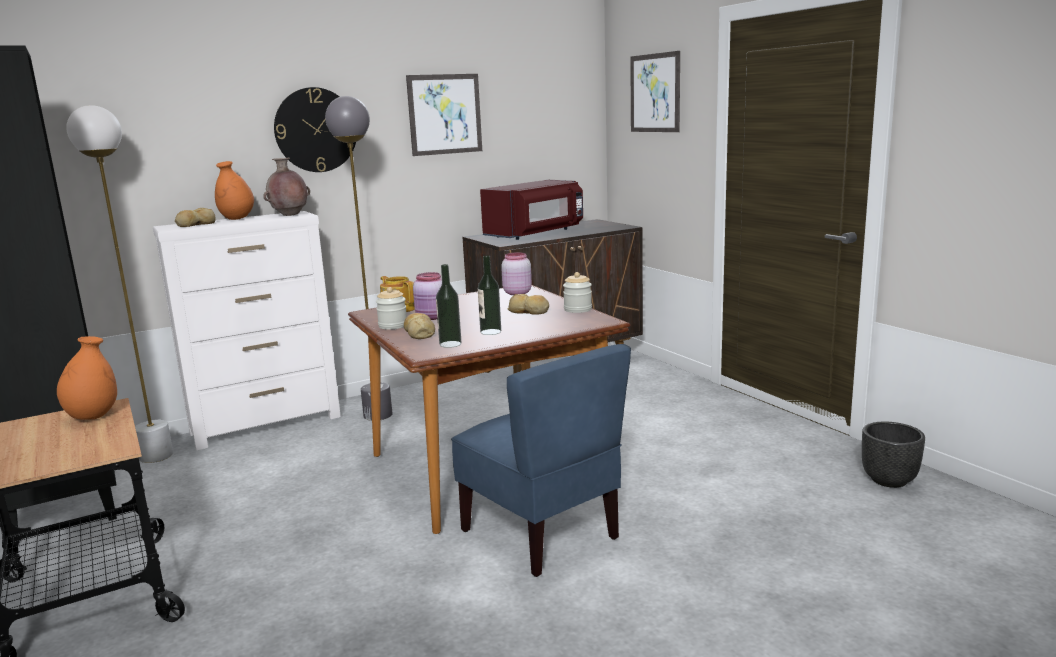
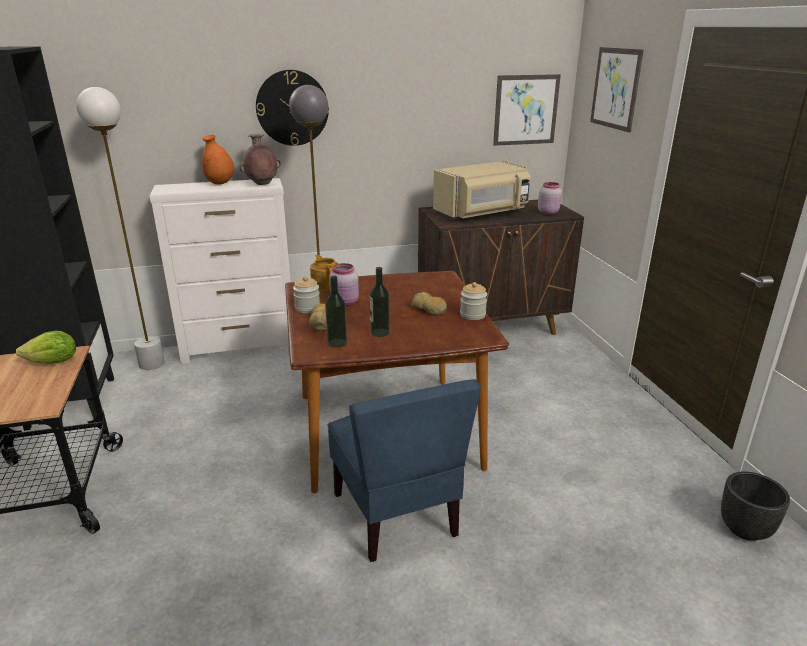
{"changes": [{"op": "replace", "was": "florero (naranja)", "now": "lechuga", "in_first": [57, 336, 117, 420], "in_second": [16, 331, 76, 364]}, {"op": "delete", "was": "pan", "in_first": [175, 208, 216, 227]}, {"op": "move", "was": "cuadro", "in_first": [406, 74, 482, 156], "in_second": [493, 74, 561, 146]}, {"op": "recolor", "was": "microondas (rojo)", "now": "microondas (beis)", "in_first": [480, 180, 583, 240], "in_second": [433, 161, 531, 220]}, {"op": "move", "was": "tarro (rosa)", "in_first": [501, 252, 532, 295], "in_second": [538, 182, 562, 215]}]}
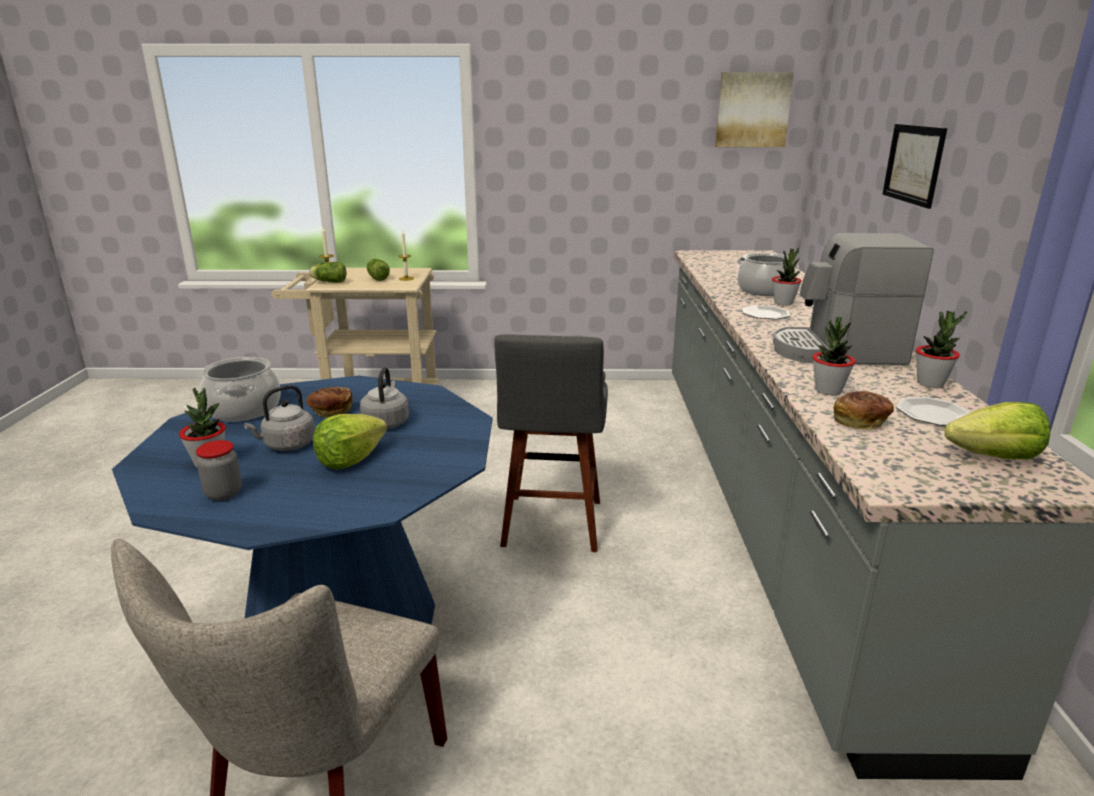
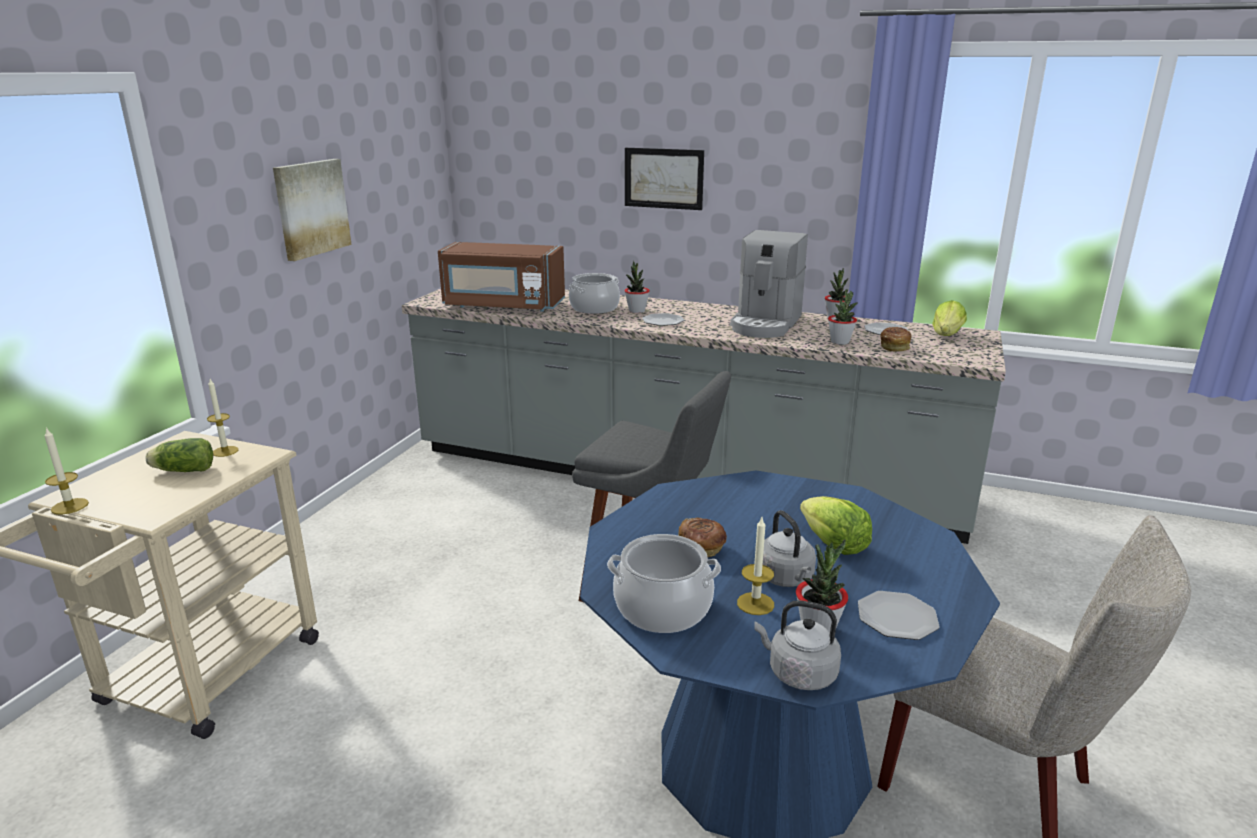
{"changes": [{"op": "replace", "was": "tarro", "now": "plato", "in_first": [196, 440, 242, 501], "in_second": [858, 591, 940, 640]}, {"op": "delete", "was": "lechuga", "in_first": [309, 262, 346, 283]}, {"op": "move", "was": "hervidor (gris)", "in_first": [360, 367, 409, 429], "in_second": [754, 600, 841, 690]}, {"op": "move", "was": "cuadro", "in_first": [715, 72, 794, 147], "in_second": [273, 159, 352, 261]}, {"op": "insert", "now": "microondas (marrón)", "in_second": [438, 242, 565, 312]}, {"op": "insert", "now": "vela", "in_second": [737, 517, 774, 615]}]}
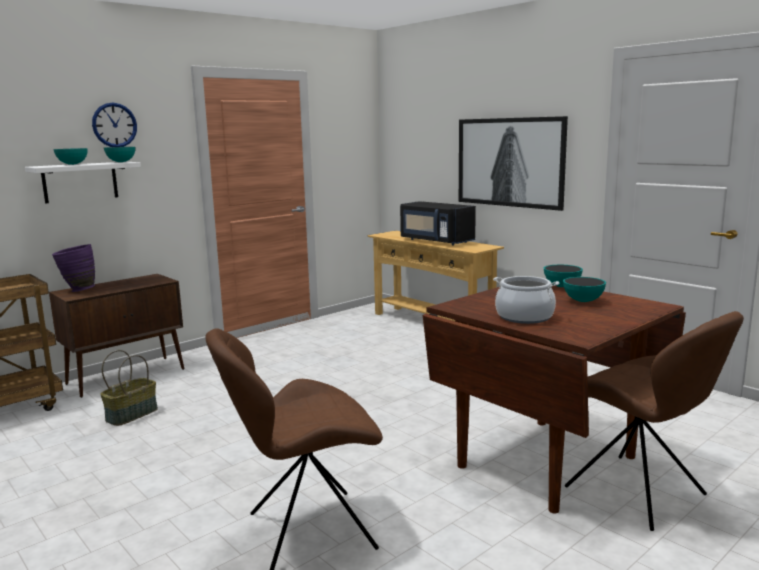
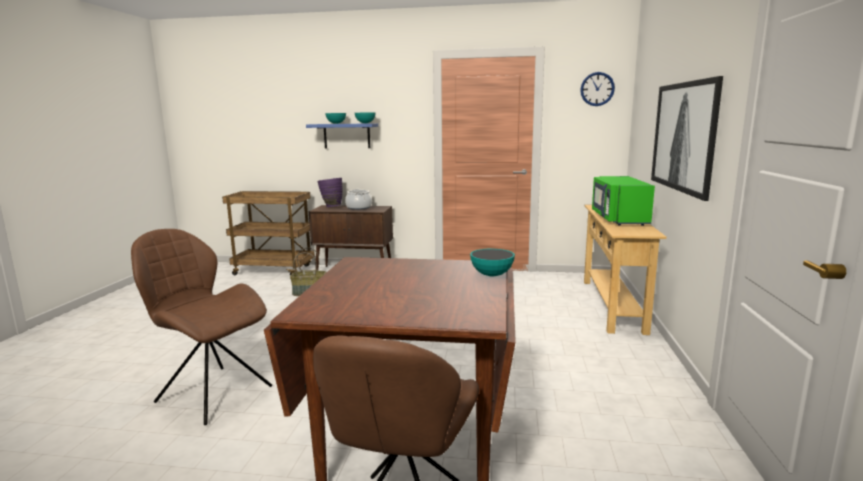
{"changes": [{"op": "recolor", "was": "estante (blanco)", "now": "estante (azul)", "in_first": [25, 162, 141, 204], "in_second": [306, 123, 378, 148]}, {"op": "move", "was": "reloj de pared", "in_first": [92, 103, 137, 147], "in_second": [580, 72, 615, 106]}, {"op": "recolor", "was": "microondas (negro)", "now": "microondas (verde)", "in_first": [400, 201, 476, 246], "in_second": [592, 176, 655, 226]}, {"op": "move", "was": "olla", "in_first": [493, 276, 559, 324], "in_second": [345, 189, 372, 210]}, {"op": "delete", "was": "cuenco", "in_first": [563, 277, 606, 302]}]}
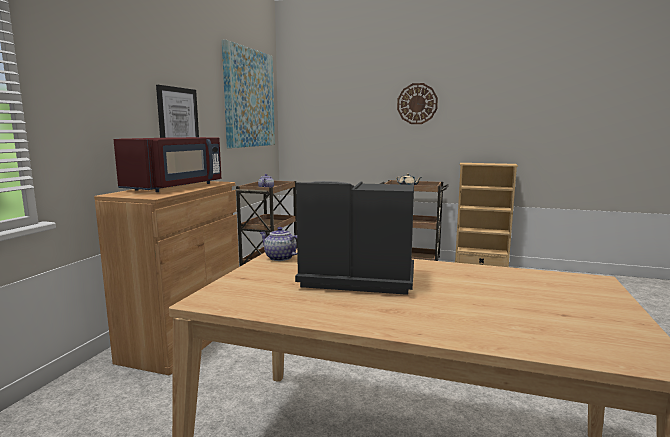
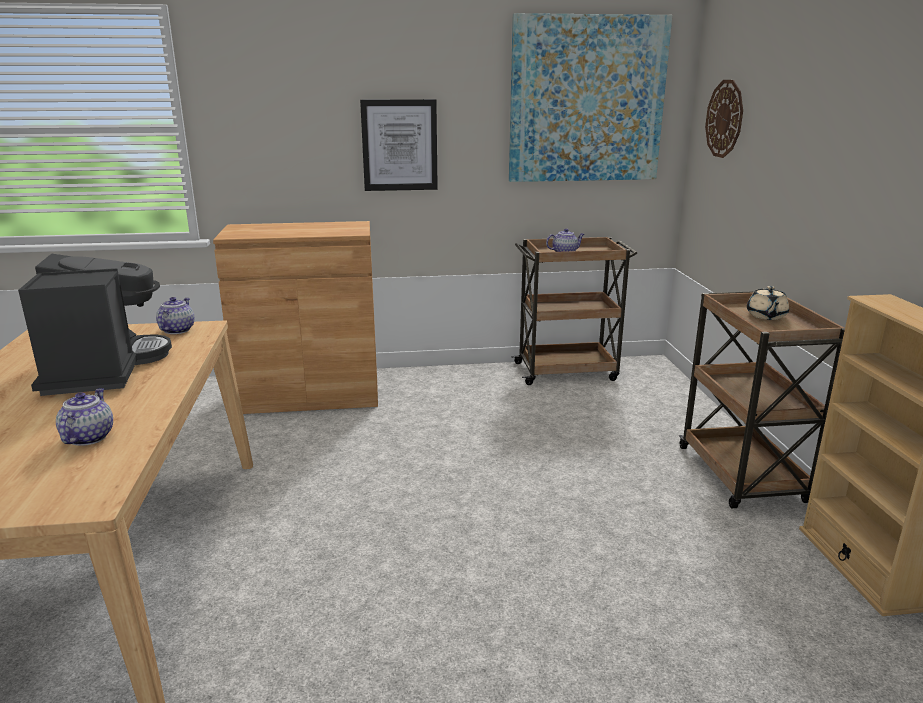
{"changes": [{"op": "delete", "was": "microondas (rojo)", "in_first": [113, 137, 221, 192]}, {"op": "move", "was": "reloj de pared", "in_first": [397, 83, 438, 124], "in_second": [705, 80, 743, 158]}, {"op": "insert", "now": "tetera", "in_second": [56, 388, 113, 446]}]}
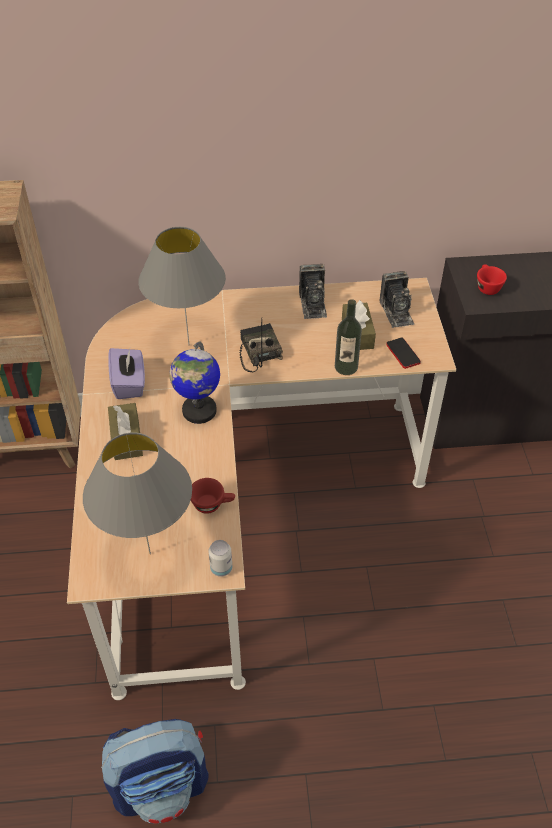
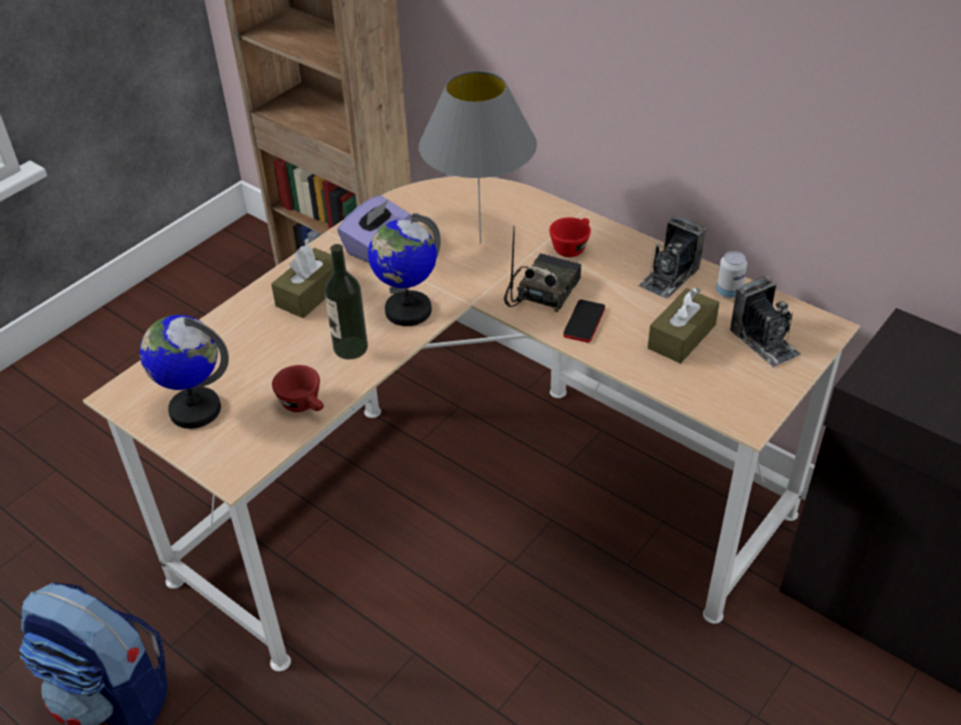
{"changes": [{"op": "replace", "was": "lámpara de mesa (gris)", "now": "globo terráqueo", "in_first": [83, 432, 192, 554], "in_second": [140, 315, 229, 429]}, {"op": "move", "was": "lata", "in_first": [208, 540, 232, 577], "in_second": [716, 251, 747, 299]}, {"op": "move", "was": "botella", "in_first": [335, 299, 362, 375], "in_second": [324, 244, 368, 360]}, {"op": "rotate", "was": "cámara", "in_first": [379, 271, 414, 328], "in_second": [730, 276, 801, 368], "clockwise": -60}, {"op": "move", "was": "móvil", "in_first": [386, 337, 421, 369], "in_second": [563, 299, 605, 343]}, {"op": "move", "was": "taza (rojo)", "in_first": [477, 264, 507, 295], "in_second": [549, 217, 591, 257]}]}
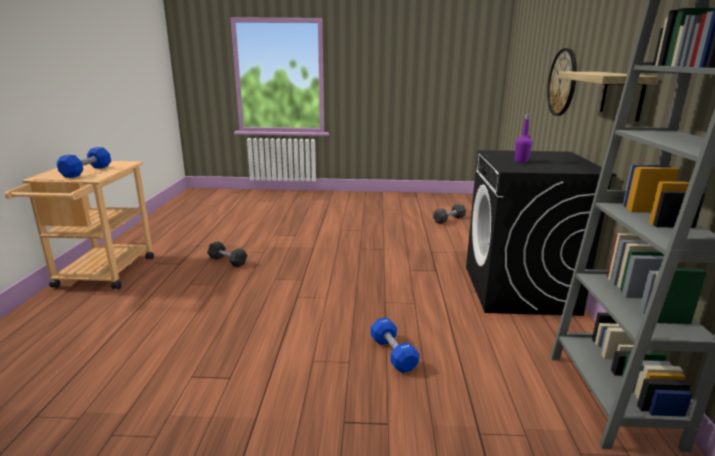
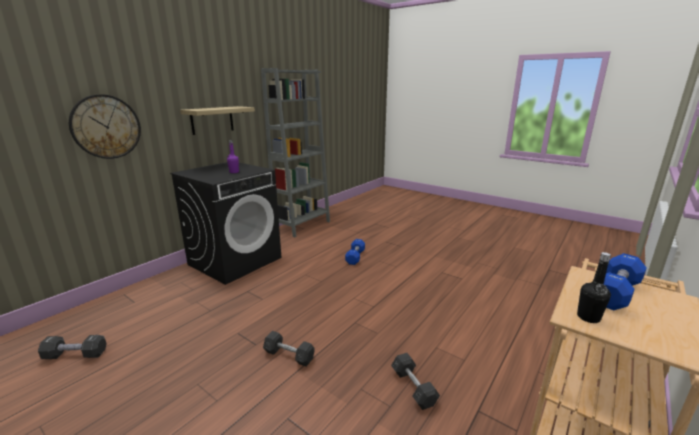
{"changes": [{"op": "insert", "now": "mancuerna (gris)", "in_second": [263, 331, 315, 367]}, {"op": "insert", "now": "botella (negro)", "in_second": [577, 252, 611, 323]}]}
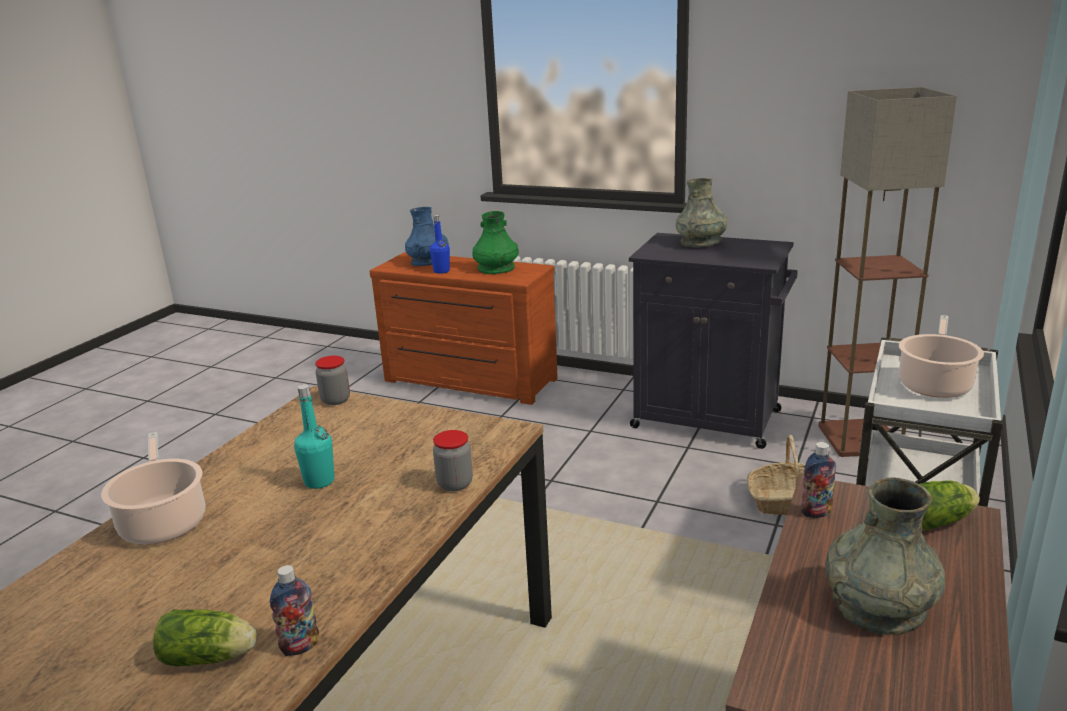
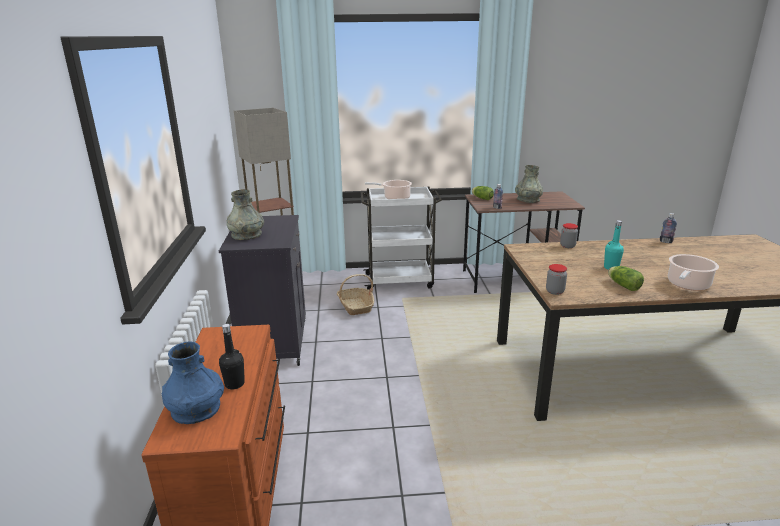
{"changes": [{"op": "move", "was": "lechuga", "in_first": [153, 609, 257, 666], "in_second": [608, 266, 644, 291]}, {"op": "recolor", "was": "botella (azul)", "now": "botella (negro)", "in_first": [430, 215, 450, 274], "in_second": [219, 324, 245, 389]}, {"op": "delete", "was": "florero (verde)", "in_first": [472, 211, 519, 274]}]}
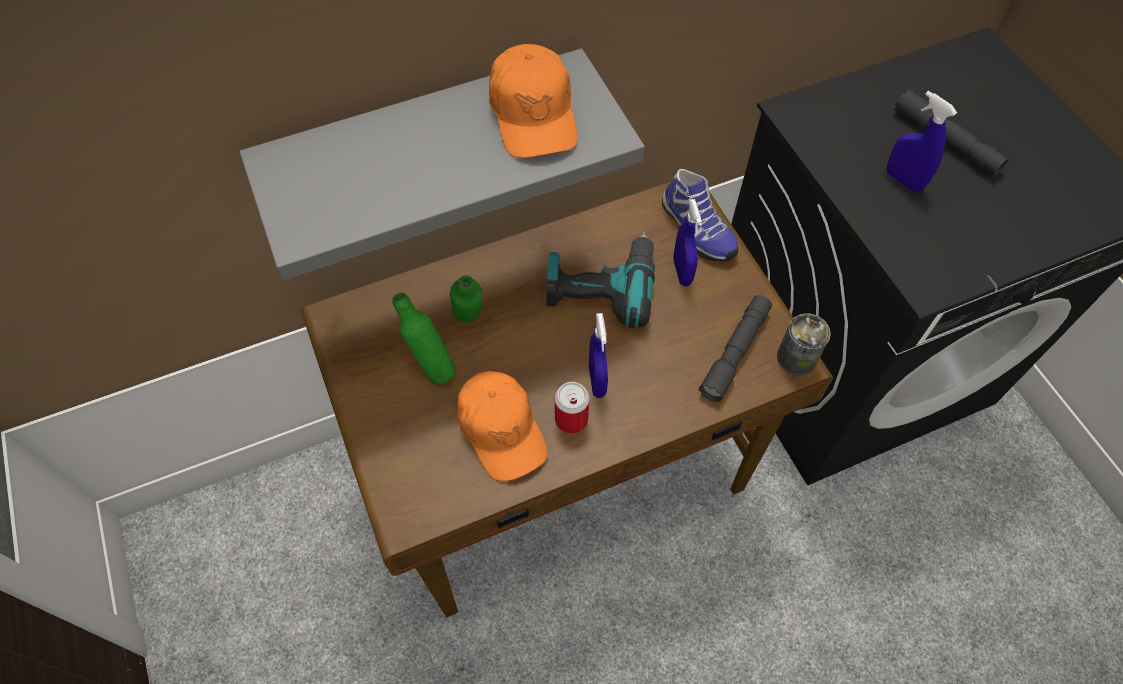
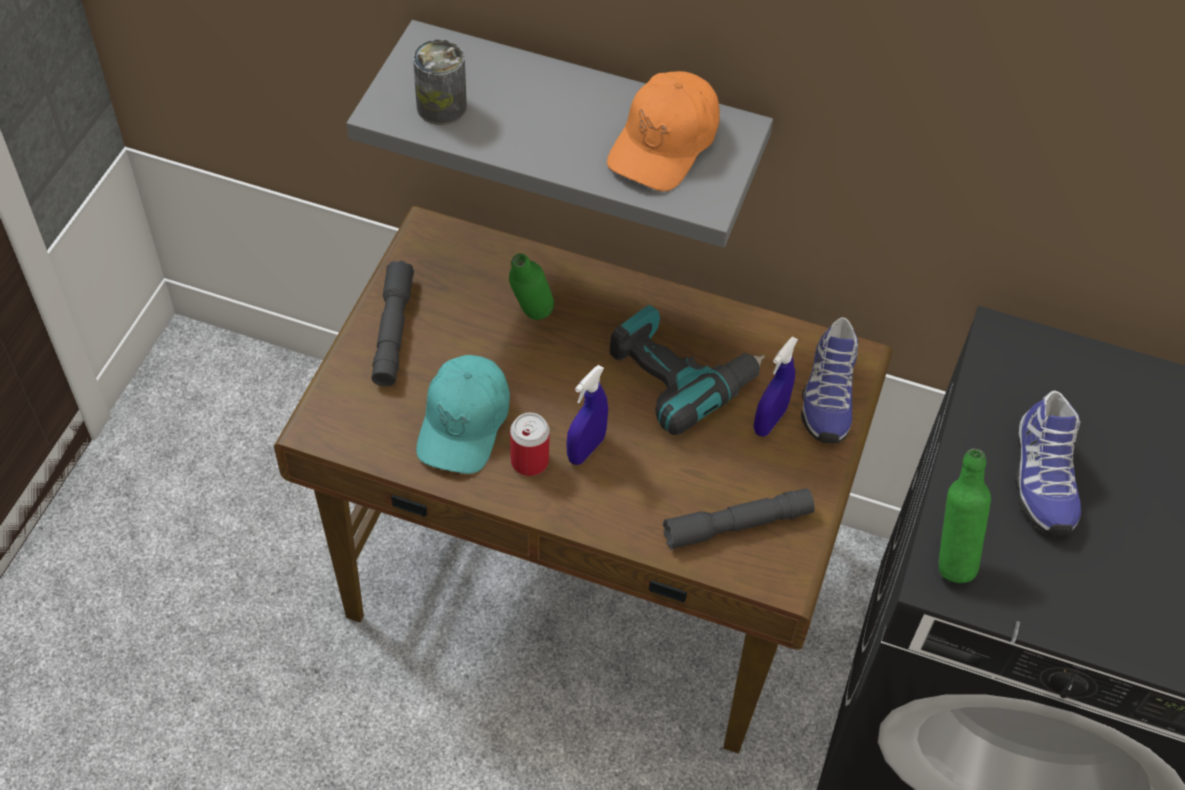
{"changes": [{"op": "move", "was": "botella (verde)", "in_first": [392, 293, 456, 385], "in_second": [938, 448, 991, 583]}, {"op": "recolor", "was": "gorra (naranja)", "now": "gorra (turquesa)", "in_first": [458, 371, 547, 481], "in_second": [416, 355, 510, 474]}, {"op": "move", "was": "lata", "in_first": [777, 314, 831, 376], "in_second": [413, 39, 467, 125]}, {"op": "replace", "was": "pulverizador (azul)", "now": "zapato", "in_first": [887, 91, 957, 192], "in_second": [1015, 390, 1081, 535]}, {"op": "move", "was": "linterna (gris)", "in_first": [894, 89, 1008, 176], "in_second": [372, 260, 414, 386]}]}
